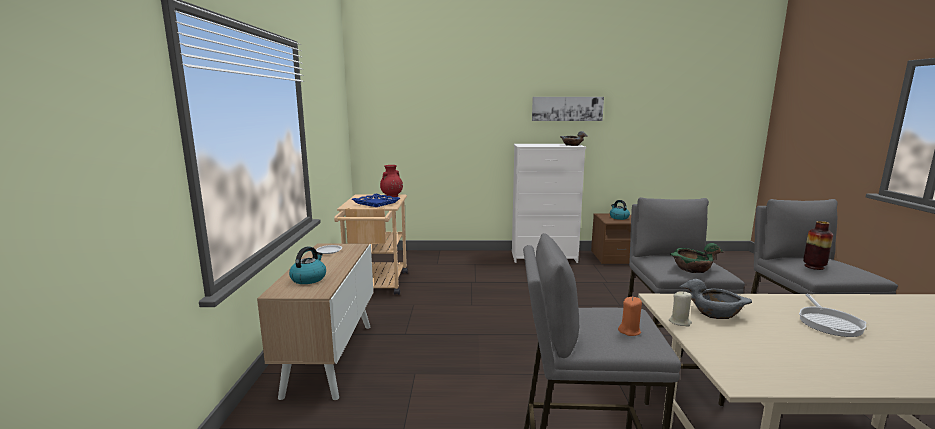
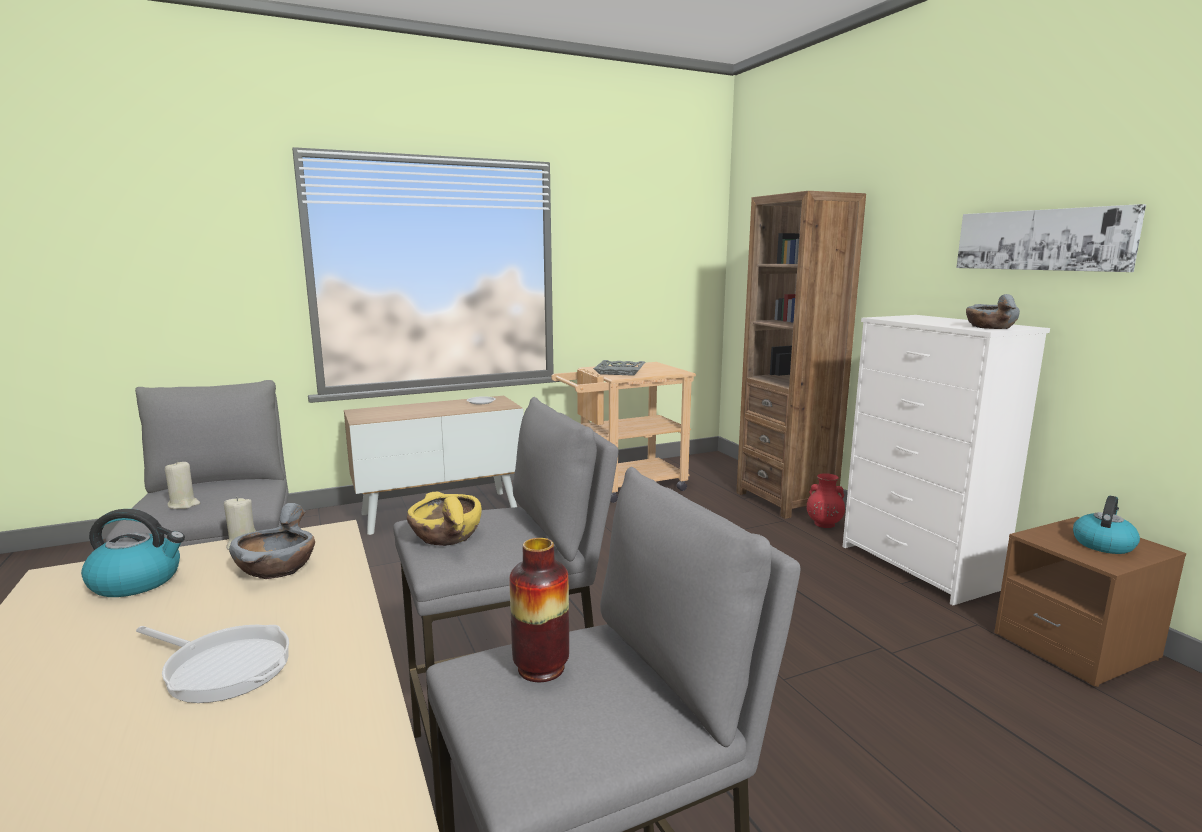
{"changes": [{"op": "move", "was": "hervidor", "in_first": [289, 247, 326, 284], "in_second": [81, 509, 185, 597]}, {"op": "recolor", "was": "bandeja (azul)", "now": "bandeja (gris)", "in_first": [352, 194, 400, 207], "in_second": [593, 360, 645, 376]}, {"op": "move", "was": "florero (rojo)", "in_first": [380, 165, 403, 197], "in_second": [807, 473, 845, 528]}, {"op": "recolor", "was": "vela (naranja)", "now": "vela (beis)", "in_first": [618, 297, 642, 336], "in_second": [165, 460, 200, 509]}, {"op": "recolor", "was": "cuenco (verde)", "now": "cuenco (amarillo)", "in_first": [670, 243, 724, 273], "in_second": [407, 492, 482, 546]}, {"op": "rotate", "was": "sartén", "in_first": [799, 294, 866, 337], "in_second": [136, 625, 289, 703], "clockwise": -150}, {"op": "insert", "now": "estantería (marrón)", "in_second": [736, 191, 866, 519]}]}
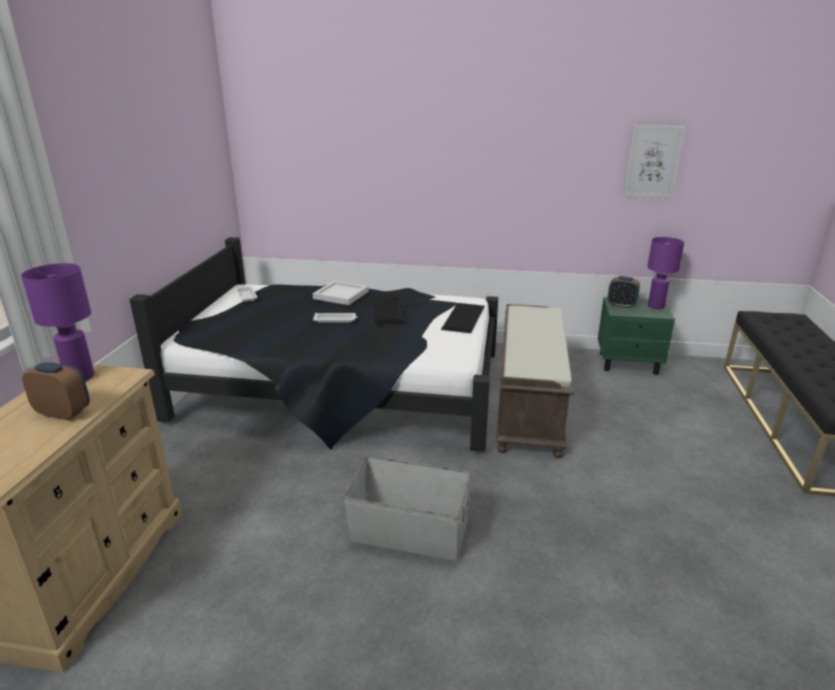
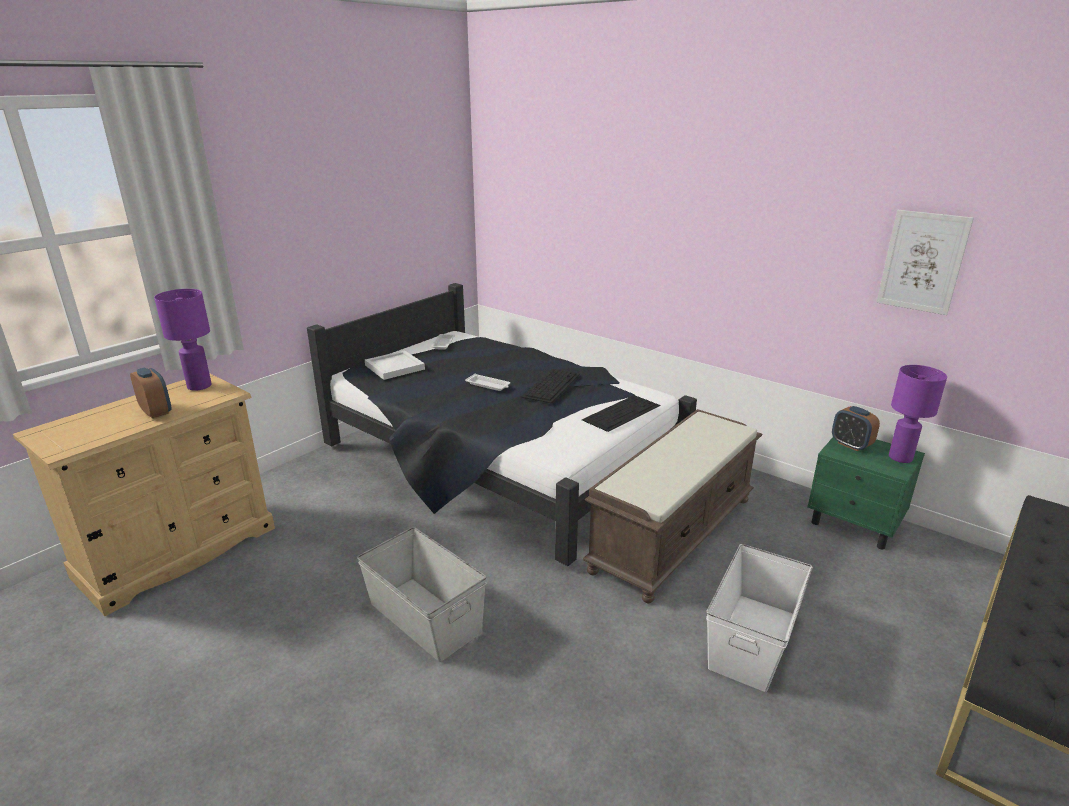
{"changes": [{"op": "move", "was": "bandeja (blanco)", "in_first": [313, 281, 369, 305], "in_second": [365, 350, 425, 380]}, {"op": "insert", "now": "caja de almacenaje (blanco)", "in_second": [706, 544, 813, 692]}]}
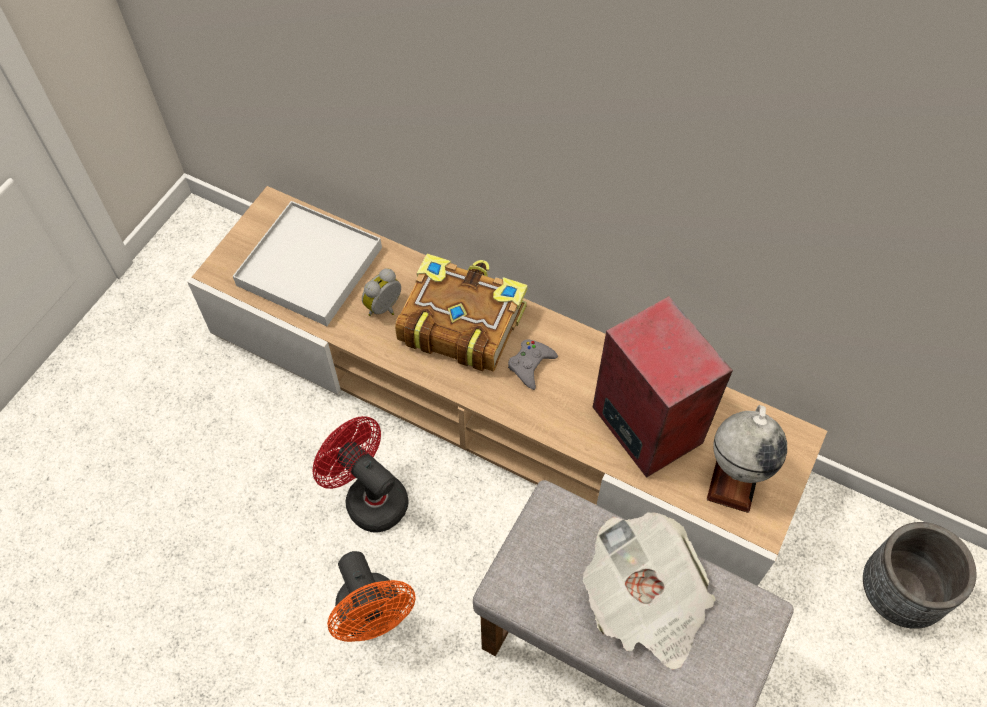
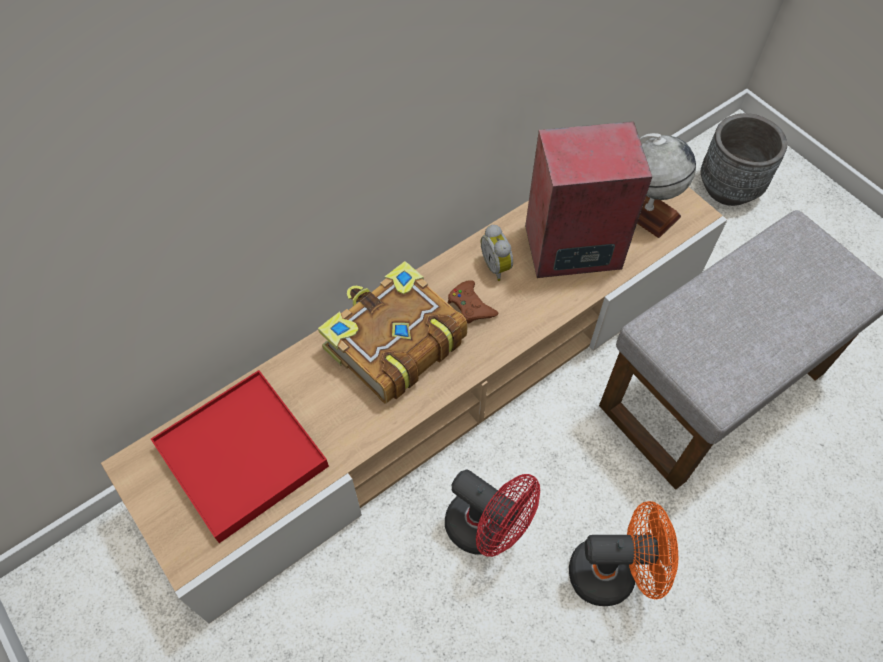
{"changes": [{"op": "recolor", "was": "bandeja (blanco)", "now": "bandeja (rojo)", "in_first": [233, 201, 382, 326], "in_second": [151, 370, 329, 543]}, {"op": "rotate", "was": "ventilador (rojo)", "in_first": [312, 416, 409, 533], "in_second": [445, 469, 540, 557], "clockwise": -120}, {"op": "move", "was": "despertador", "in_first": [362, 268, 401, 316], "in_second": [481, 224, 513, 281]}, {"op": "recolor", "was": "mando de consola (gris)", "now": "mando de consola (marrón)", "in_first": [508, 340, 558, 390], "in_second": [448, 280, 499, 324]}, {"op": "delete", "was": "periódico", "in_first": [583, 512, 716, 670]}]}
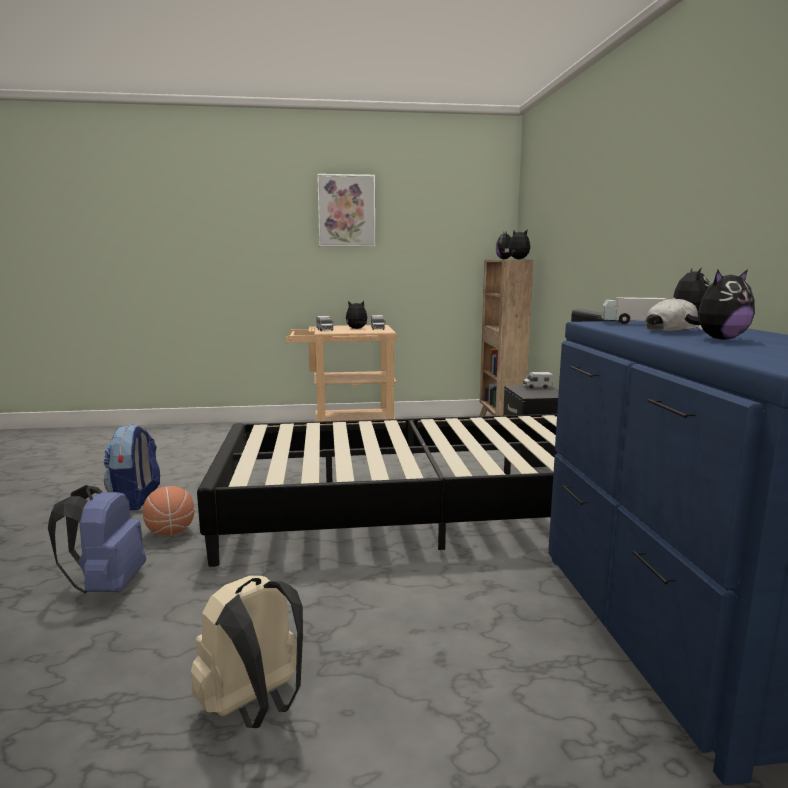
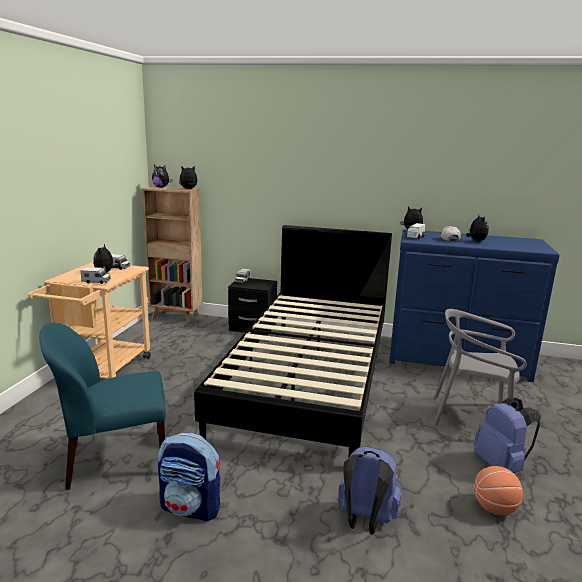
{"changes": [{"op": "move", "was": "balón de baloncesto", "in_first": [143, 486, 194, 536], "in_second": [474, 466, 523, 515]}, {"op": "recolor", "was": "mochila (beis)", "now": "mochila (azul)", "in_first": [191, 575, 303, 728], "in_second": [474, 397, 540, 473]}, {"op": "delete", "was": "cuadro", "in_first": [317, 174, 376, 247]}, {"op": "insert", "now": "silla (azul)", "in_second": [39, 323, 166, 490]}, {"op": "insert", "now": "silla (gris)", "in_second": [433, 309, 527, 425]}]}
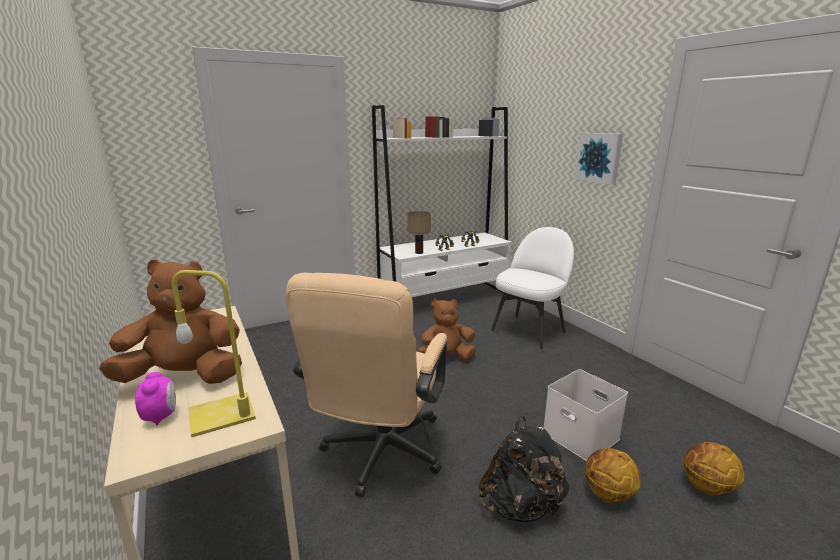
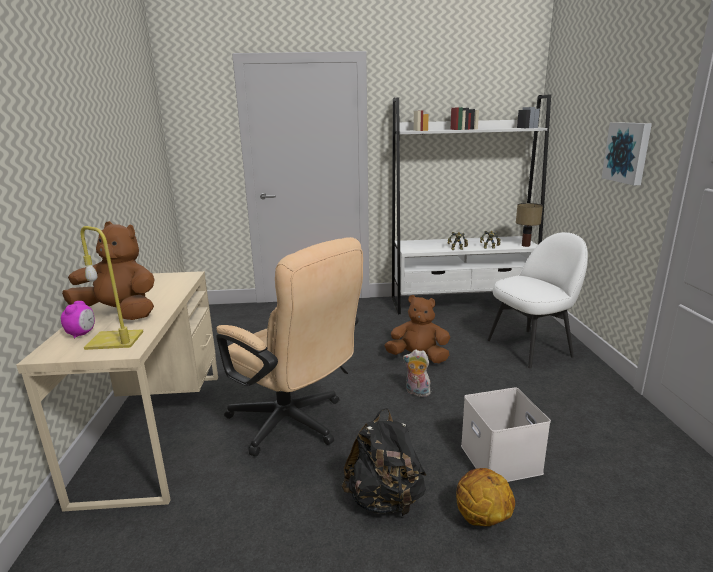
{"changes": [{"op": "rotate", "was": "silla de oficina (beis)", "in_first": [286, 273, 447, 497], "in_second": [216, 237, 363, 457], "clockwise": -90}, {"op": "move", "was": "lámpara de mesa", "in_first": [407, 211, 431, 254], "in_second": [516, 203, 543, 247]}, {"op": "delete", "was": "balón de baloncesto", "in_first": [684, 442, 745, 496]}, {"op": "insert", "now": "peluche", "in_second": [403, 349, 431, 397]}]}
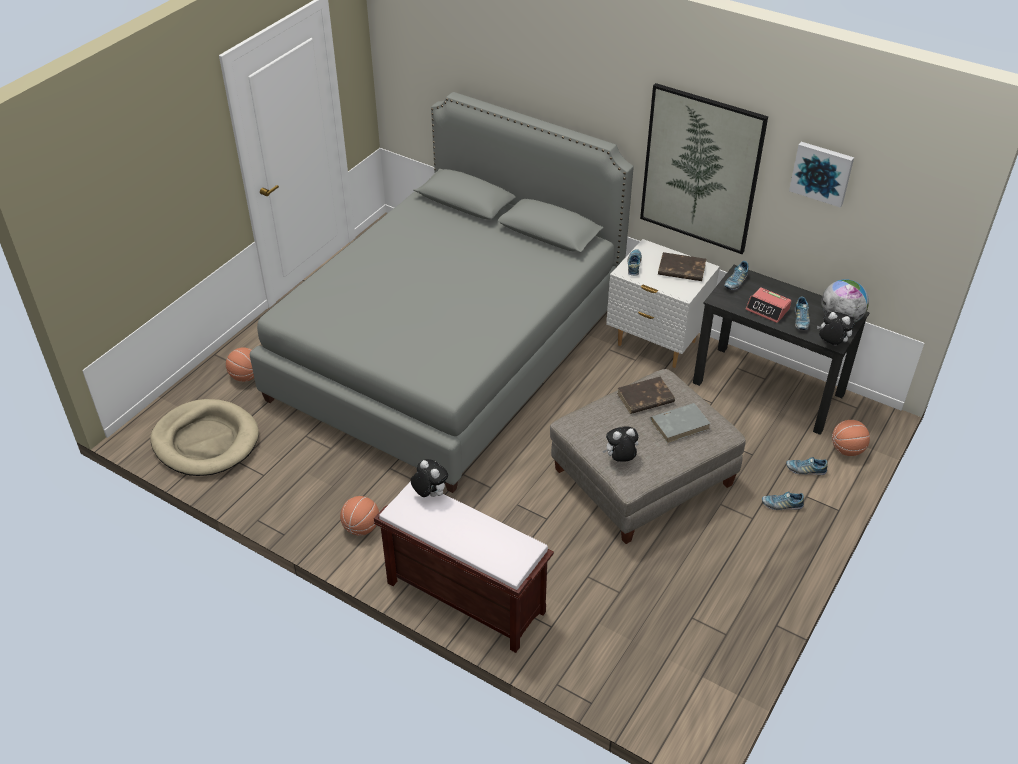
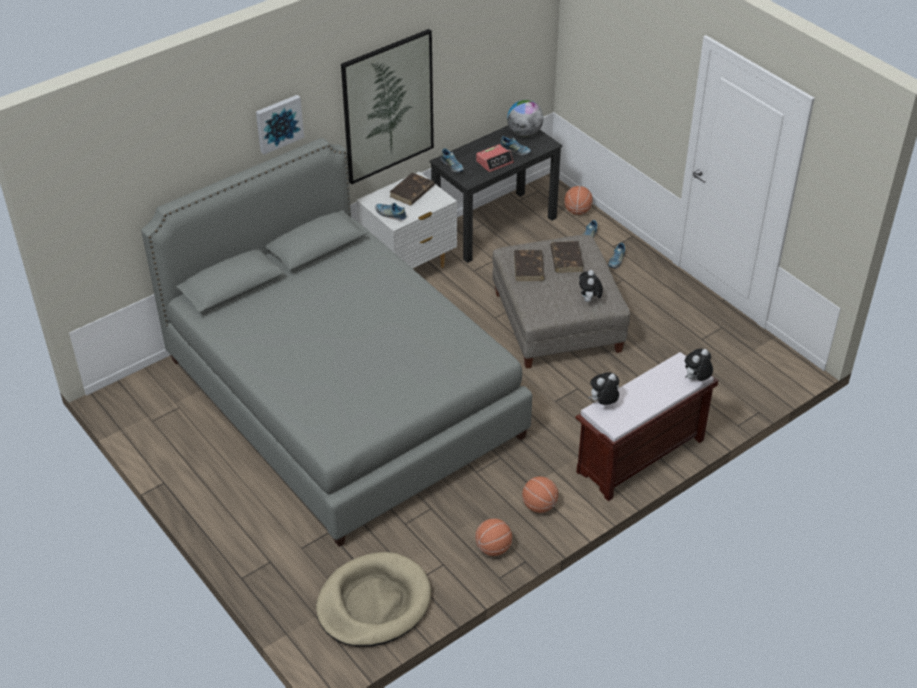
{"changes": [{"op": "move", "was": "balón de baloncesto", "in_first": [226, 347, 254, 382], "in_second": [475, 518, 512, 556]}, {"op": "recolor", "was": "libro (gris)", "now": "libro (marrón)", "in_first": [650, 403, 711, 443], "in_second": [550, 241, 584, 273]}, {"op": "move", "was": "cuadro", "in_first": [789, 142, 854, 207], "in_second": [256, 95, 304, 154]}, {"op": "move", "was": "peluche", "in_first": [817, 312, 855, 345], "in_second": [685, 349, 713, 381]}]}
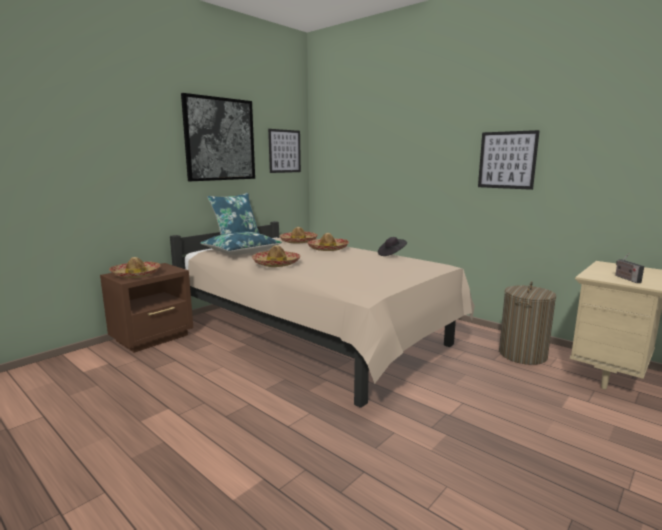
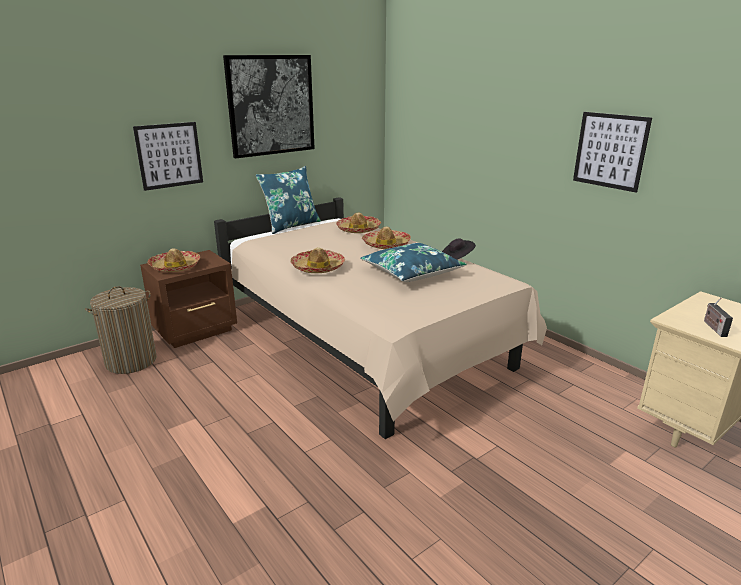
{"changes": [{"op": "move", "was": "cojín (azul)", "in_first": [200, 232, 282, 255], "in_second": [360, 243, 467, 282]}, {"op": "move", "was": "cuadro", "in_first": [268, 129, 301, 173], "in_second": [133, 122, 203, 191]}, {"op": "move", "was": "cesto de la ropa", "in_first": [499, 281, 556, 365], "in_second": [85, 286, 157, 374]}]}
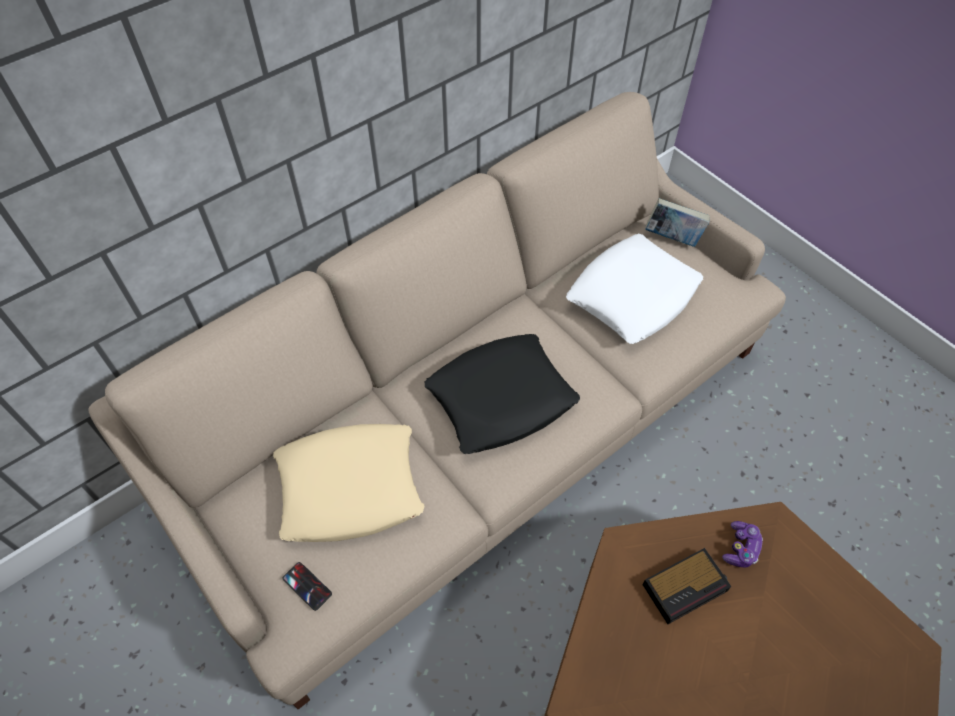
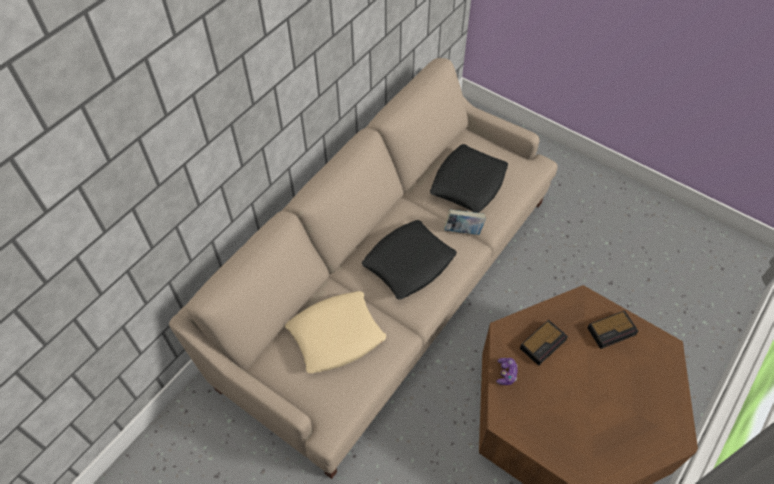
{"changes": [{"op": "delete", "was": "móvil", "in_first": [282, 562, 332, 611]}, {"op": "recolor", "was": "cojín (blanco)", "now": "cojín (negro)", "in_first": [566, 234, 703, 344], "in_second": [430, 144, 508, 213]}, {"op": "move", "was": "libro", "in_first": [645, 198, 710, 247], "in_second": [444, 209, 486, 235]}, {"op": "move", "was": "mando de consola", "in_first": [722, 521, 763, 567], "in_second": [496, 358, 518, 385]}, {"op": "insert", "now": "despertador", "in_second": [588, 310, 638, 349]}]}
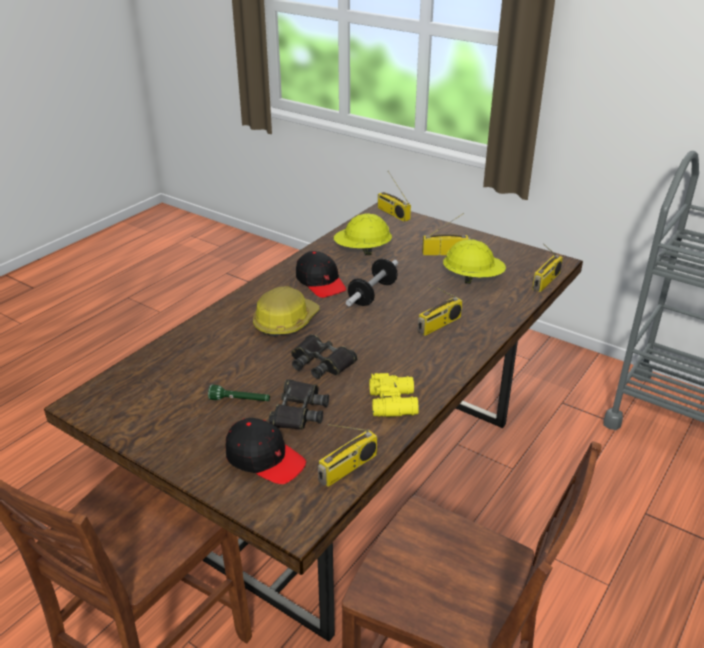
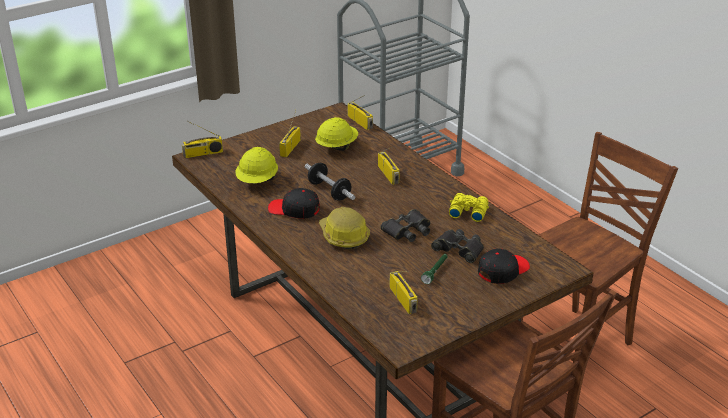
{"changes": [{"op": "rotate", "was": "gorra (negro)", "in_first": [296, 251, 346, 298], "in_second": [268, 188, 320, 219], "clockwise": -150}, {"op": "move", "was": "radio", "in_first": [318, 424, 377, 487], "in_second": [389, 271, 418, 314]}]}
